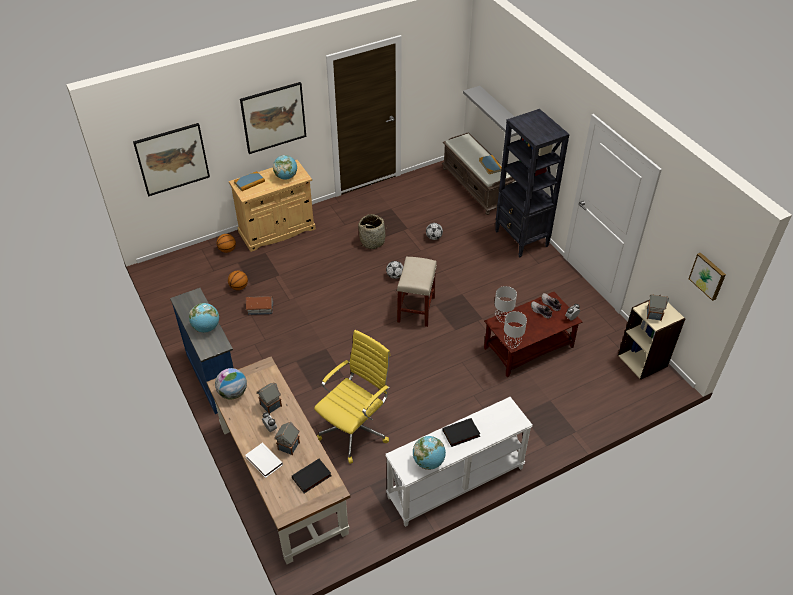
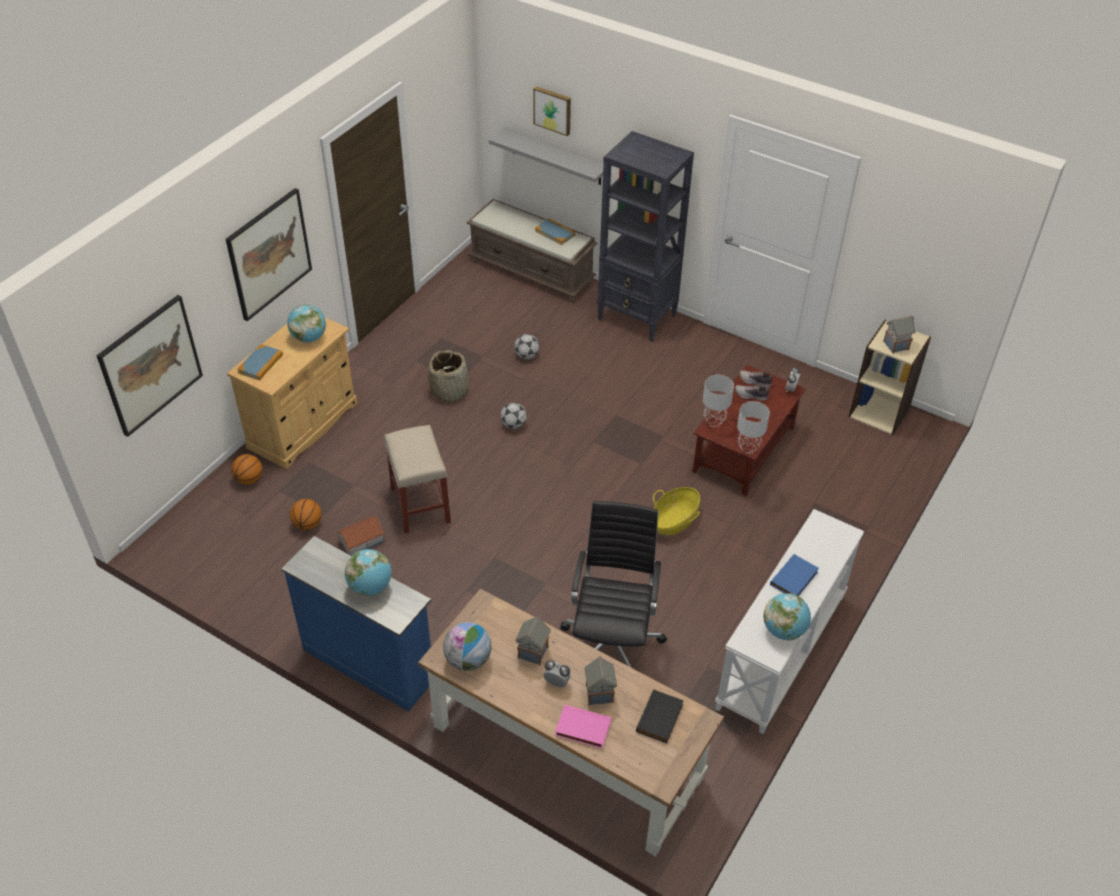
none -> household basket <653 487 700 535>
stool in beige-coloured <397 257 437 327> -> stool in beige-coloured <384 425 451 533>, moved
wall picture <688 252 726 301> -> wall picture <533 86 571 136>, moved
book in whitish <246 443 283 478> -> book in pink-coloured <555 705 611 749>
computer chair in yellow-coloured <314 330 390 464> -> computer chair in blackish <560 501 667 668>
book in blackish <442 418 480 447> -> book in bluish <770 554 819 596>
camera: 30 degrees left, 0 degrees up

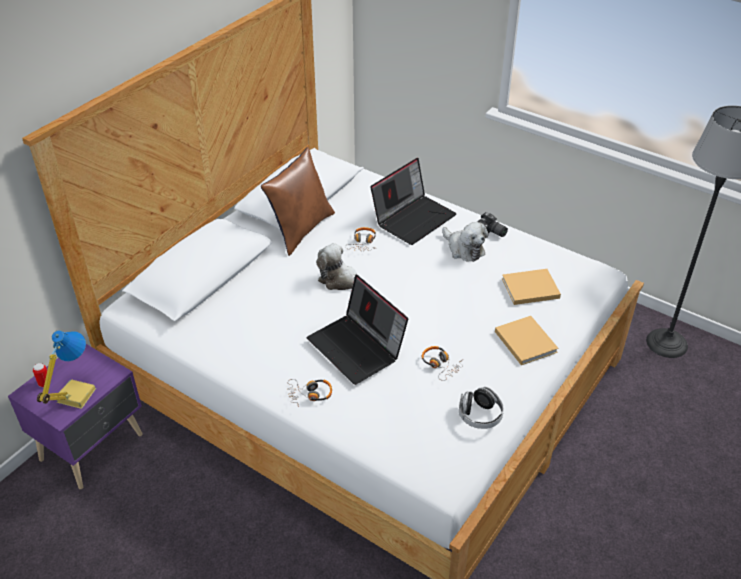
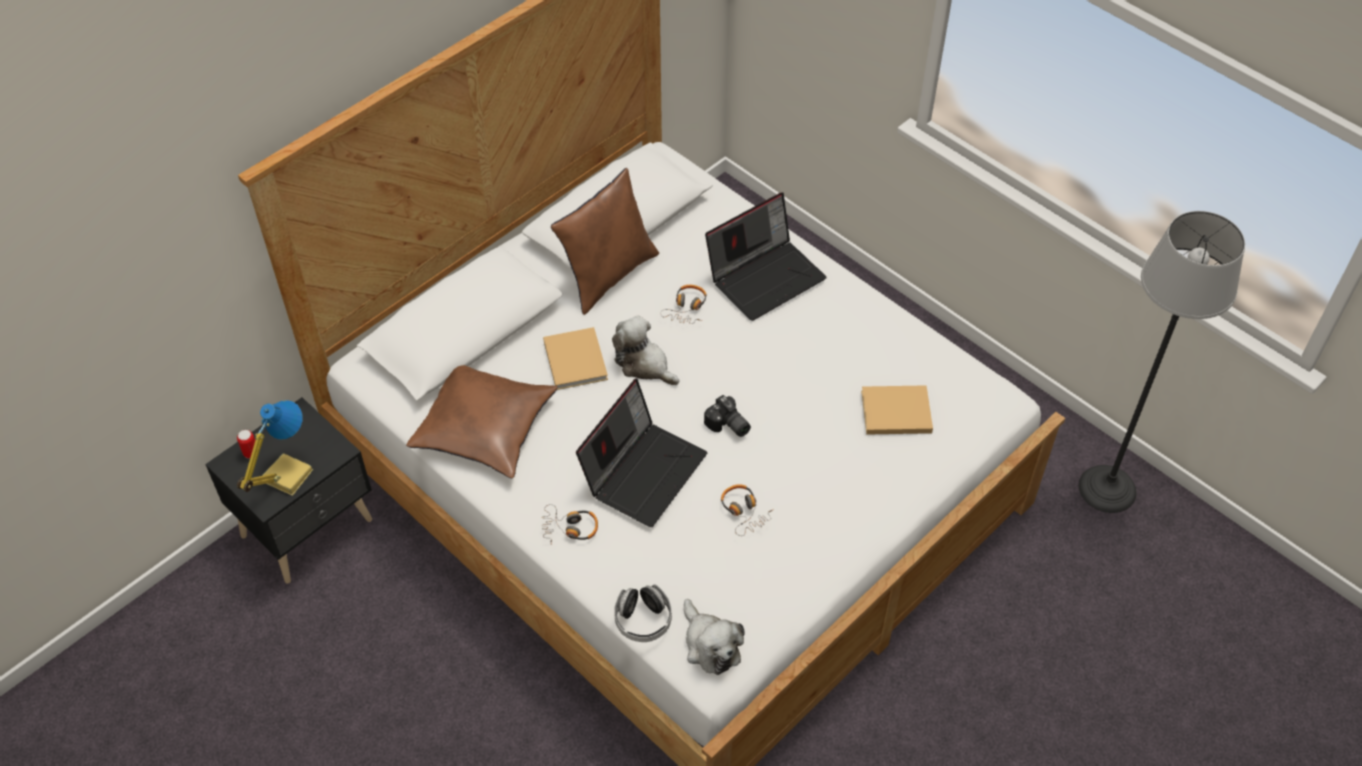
none -> cushion in brown-coloured <406 365 558 479>
cuddly toy <442 222 488 262> -> cuddly toy <684 599 745 675>, moved
pair of headphones <459 387 504 429> -> pair of headphones <614 584 672 642>, moved
still camera <477 212 508 237> -> still camera <704 395 751 437>, moved
book in beige-coloured <495 316 559 365> -> book in beige-coloured <543 327 608 390>, moved
night table in purple-coloured <8 344 143 489> -> night table in blackish <205 397 372 584>
notebook computer <307 275 408 385> -> notebook computer <576 378 707 527>, 120 degrees counterclockwise
camera: 10 degrees right, 10 degrees up

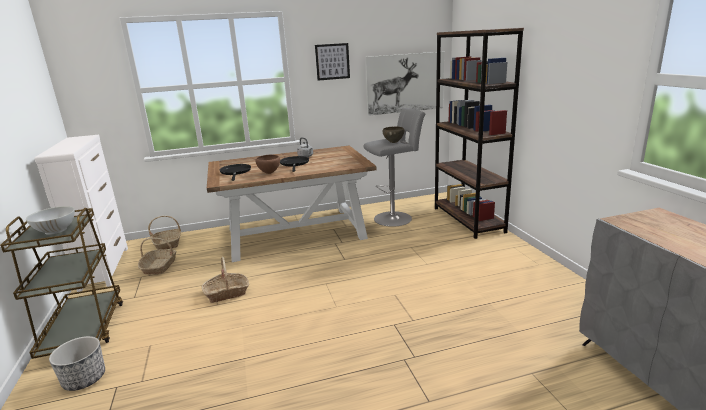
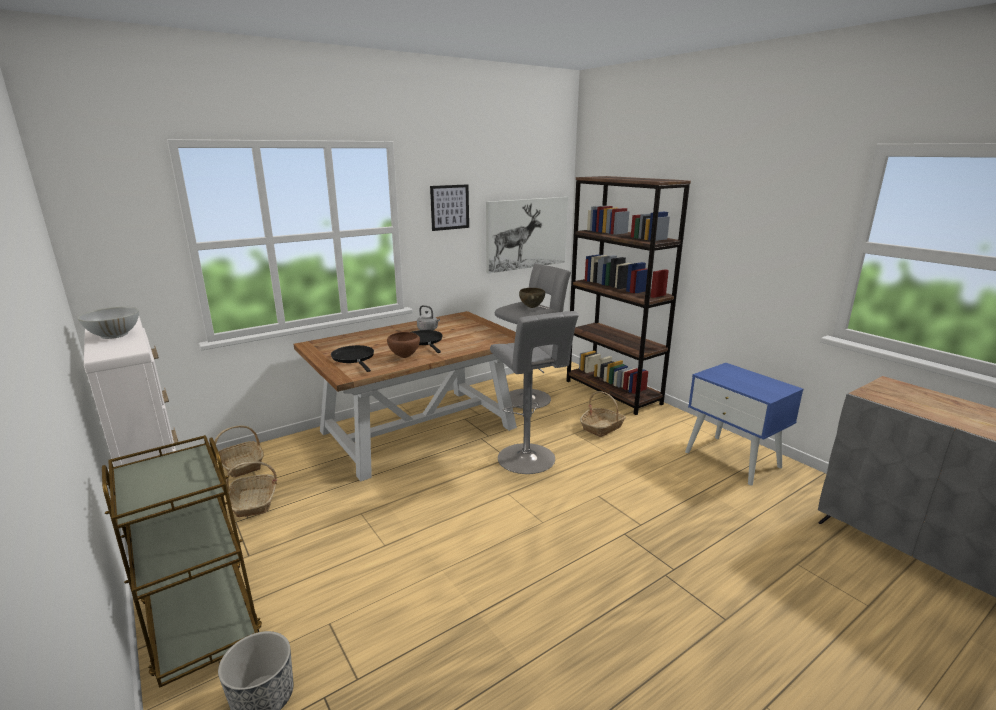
none -> stool in greyish <490 311 579 474>
none -> night table in bluish <685 363 803 486>
bowl in whitish <26 206 75 235> -> bowl in whitish <77 307 139 339>, moved
household basket <202 257 250 303> -> household basket <580 391 626 437>, moved
camera: 20 degrees left, 0 degrees up

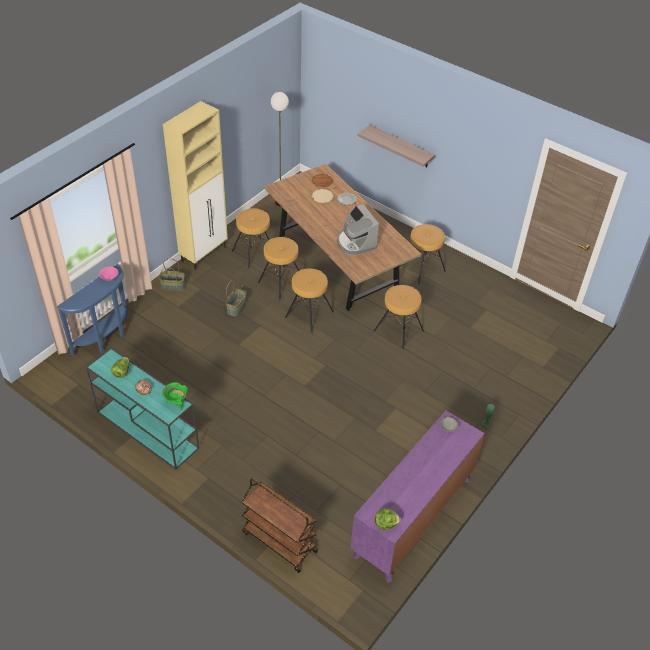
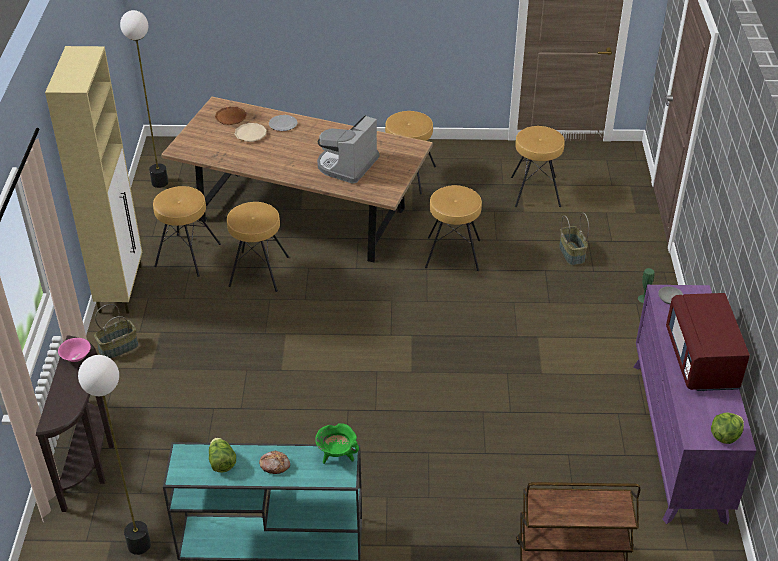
wall shelf <358 125 435 168> -> none
none -> floor lamp <78 355 151 555>
none -> microwave oven in red-coloured <666 293 750 391>
household basket <226 280 247 317> -> household basket <559 213 589 265>, moved
stool in brown-coloured <285 269 334 333> -> stool in brown-coloured <511 126 565 207>, moved
narrow table in bluish <57 264 128 357> -> narrow table in brown-coloured <36 335 114 512>
coffee maker <337 204 379 255> -> coffee maker <317 115 379 184>, 90 degrees clockwise
camera: 35 degrees left, 5 degrees down

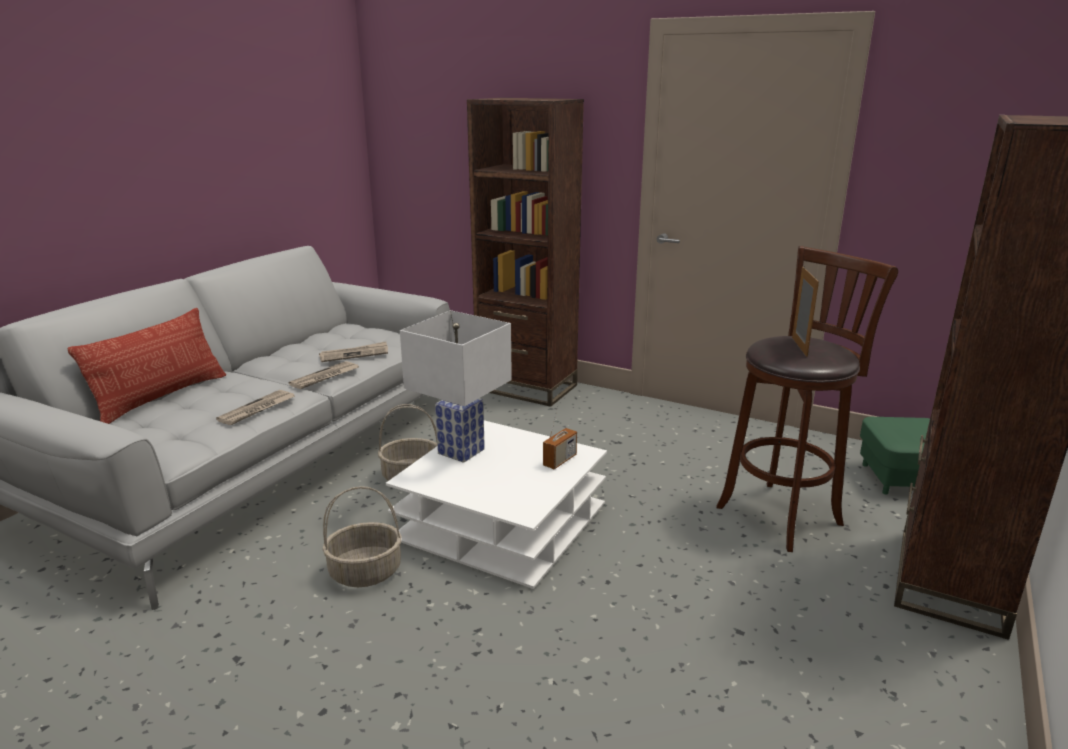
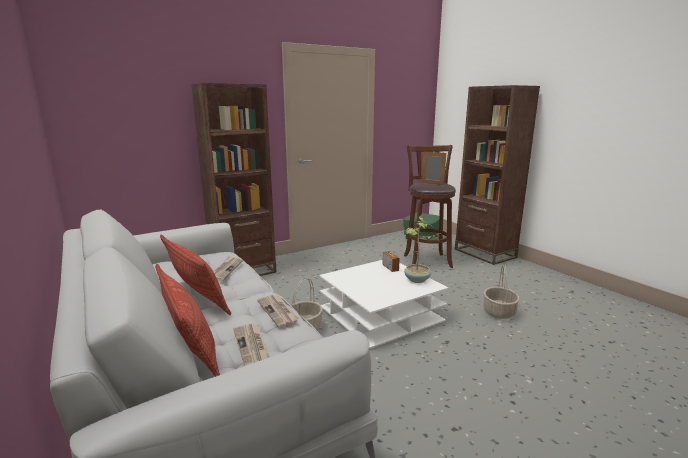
tabletop lamp in whitish <400 310 512 463> -> none
none -> cushion <160 234 231 315>
none -> houseplant <404 216 443 283>
daily paper <289 361 359 389> -> daily paper <233 323 270 366>, moved
household basket <322 486 402 587> -> household basket <483 264 520 319>, moved
camera: 60 degrees left, 5 degrees down

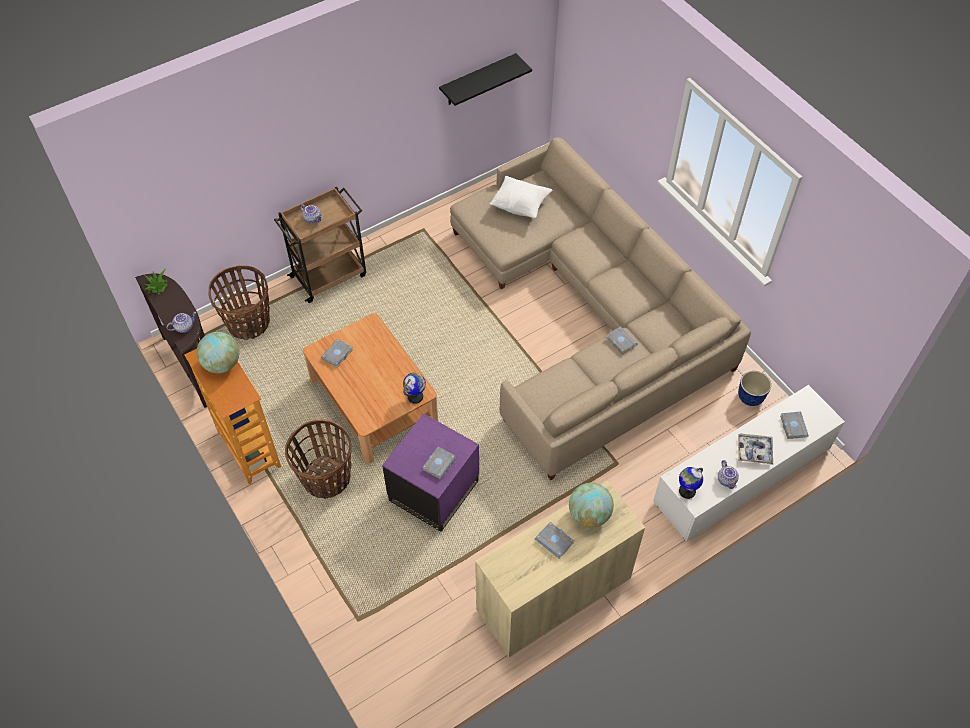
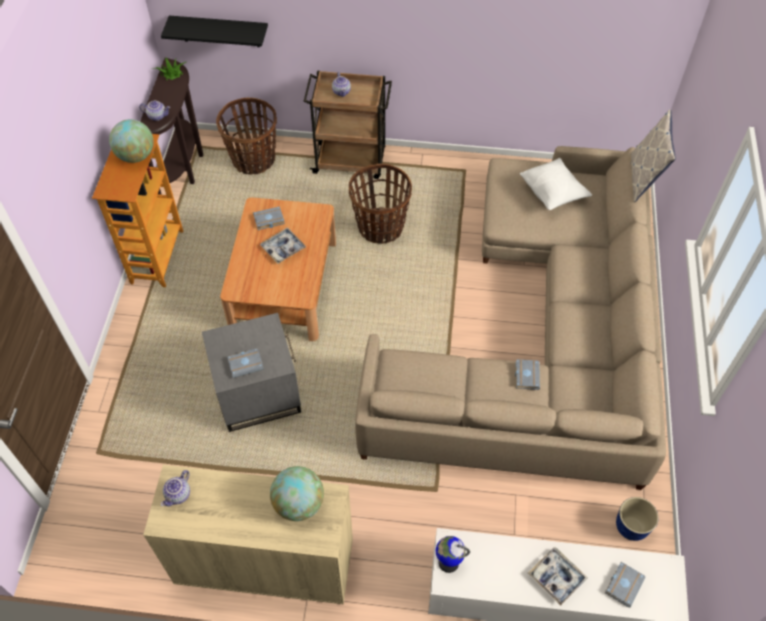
world globe <403 373 426 404> -> none
book in greyish <535 522 574 559> -> none
none -> tray <260 227 306 264>
none -> cushion <631 109 676 202>
household basket <285 420 352 499> -> household basket <349 164 412 244>, moved
wall shelf in blackish <439 53 532 106> -> wall shelf in blackish <161 16 268 47>, moved
pot for tea <718 460 739 489> -> pot for tea <161 470 190 506>, moved
side table in purple-coloured <382 413 479 532> -> side table in greyish <202 313 301 432>
camera: 40 degrees right, 0 degrees up

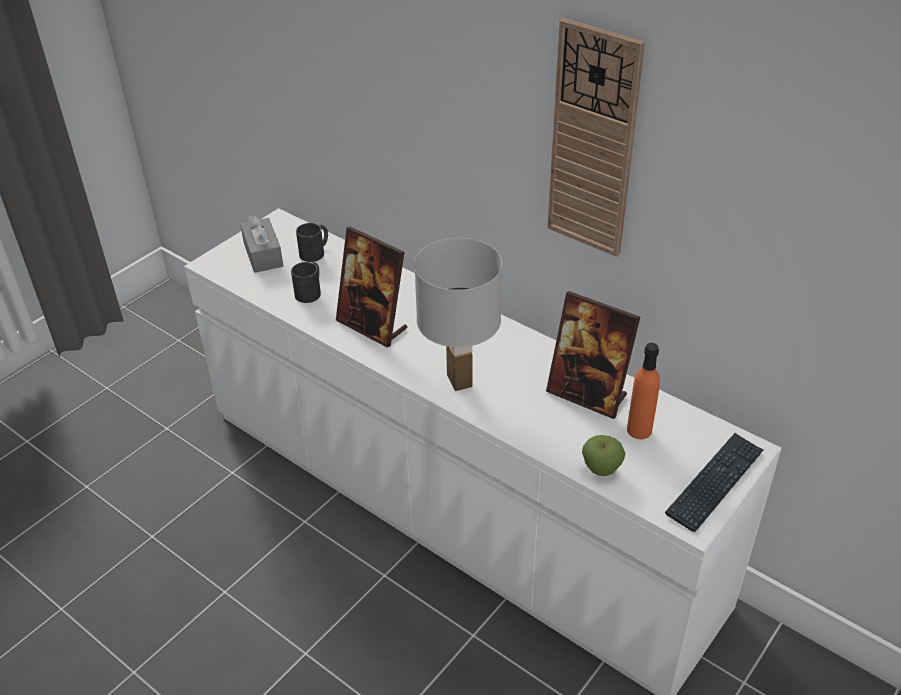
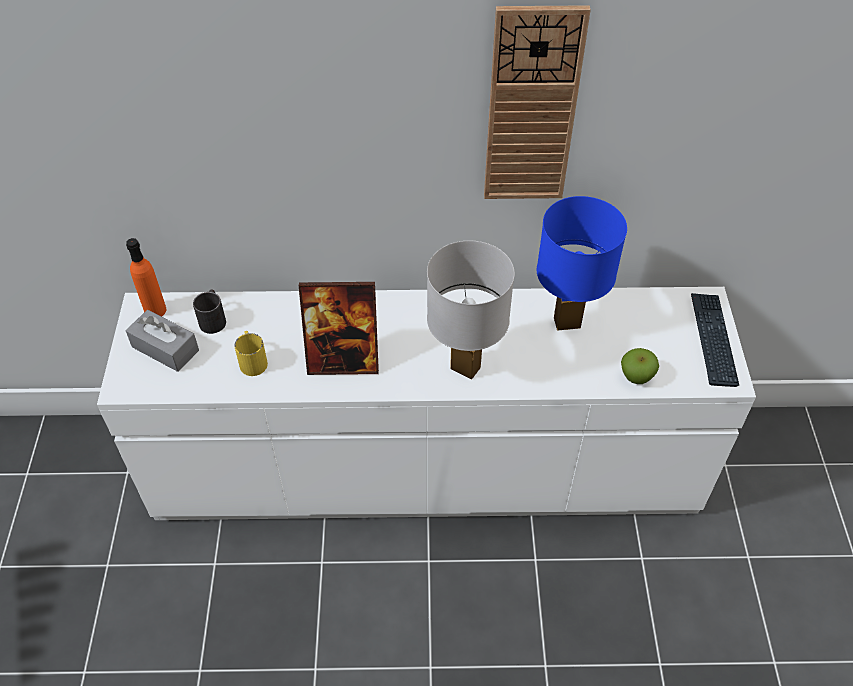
drink bottle in orange <627 343 660 439> -> drink bottle in orange <126 238 166 317>, moved
standing frame <546 291 640 419> -> tabletop lamp in bluish <537 196 627 331>
mug in blackish <291 262 321 303> -> mug in yellow-coloured <234 331 268 376>
camera: 40 degrees left, 10 degrees up

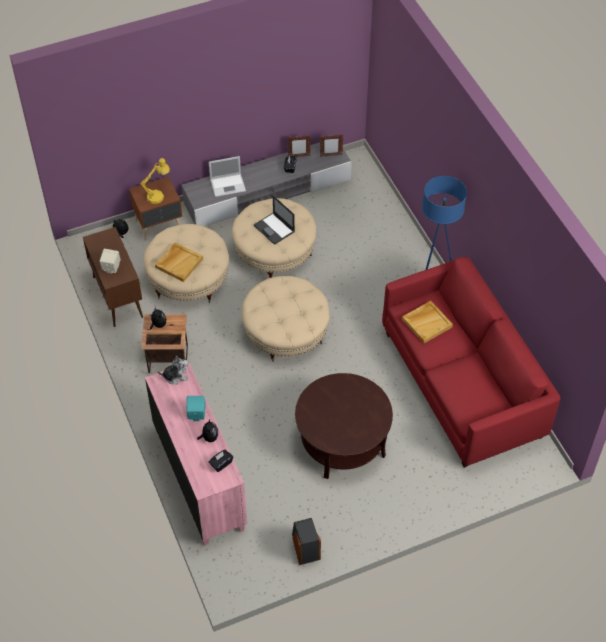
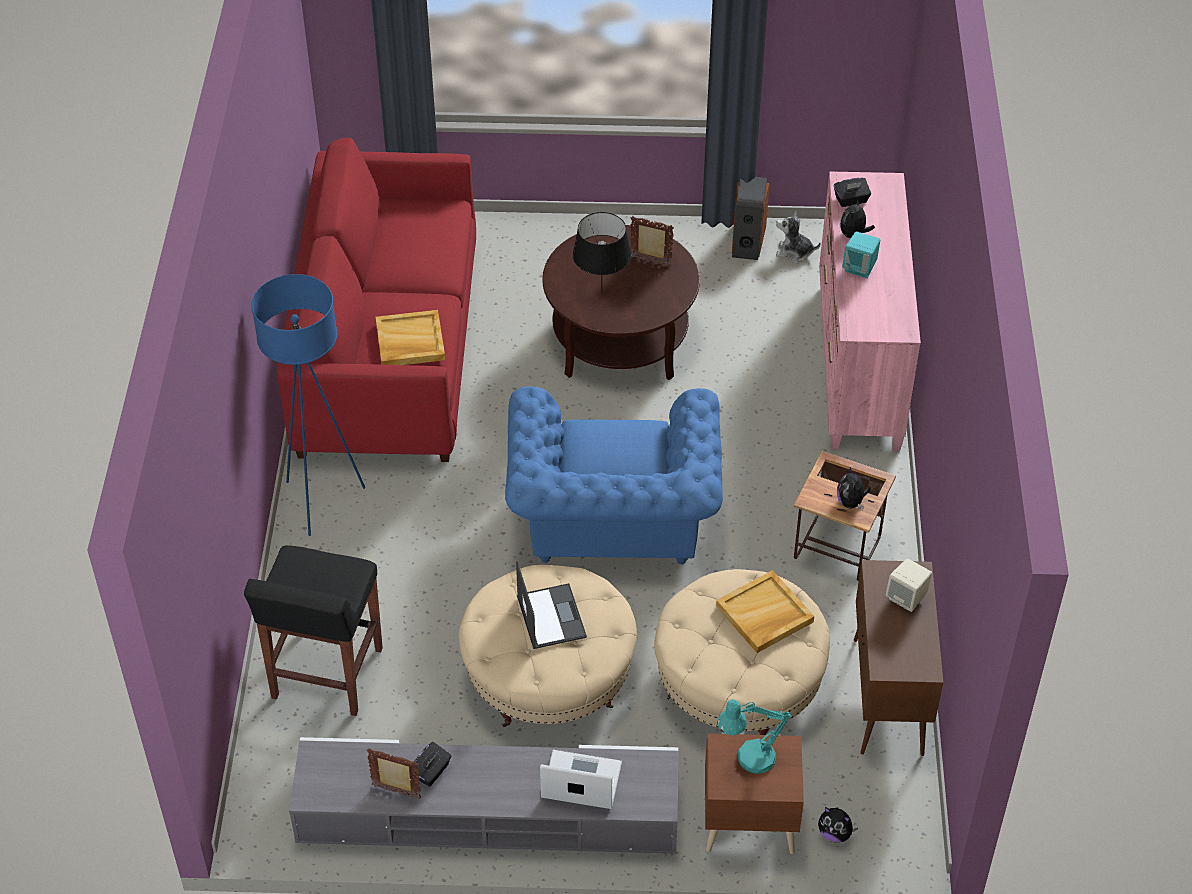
none -> stool in blackish <244 545 383 716>
none -> tabletop lamp in blackish <573 212 631 293>
cuddly toy <158 355 188 385> -> cuddly toy <776 211 821 262>, moved
standing frame <320 135 343 157> -> standing frame <630 216 674 266>, moved
pouffe in beige-coloured <242 276 330 362> -> easy chair in bluish <505 387 723 564>
tabletop lamp in yellow-coloured <140 158 170 204> -> tabletop lamp in turquoise <717 699 792 774>
camera: 155 degrees left, 5 degrees down

